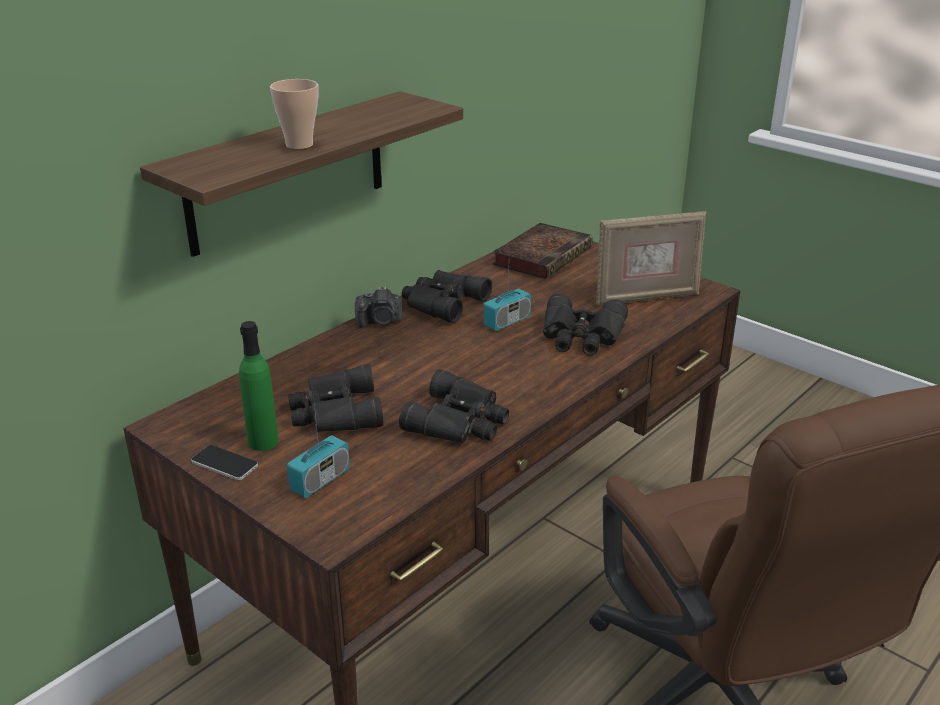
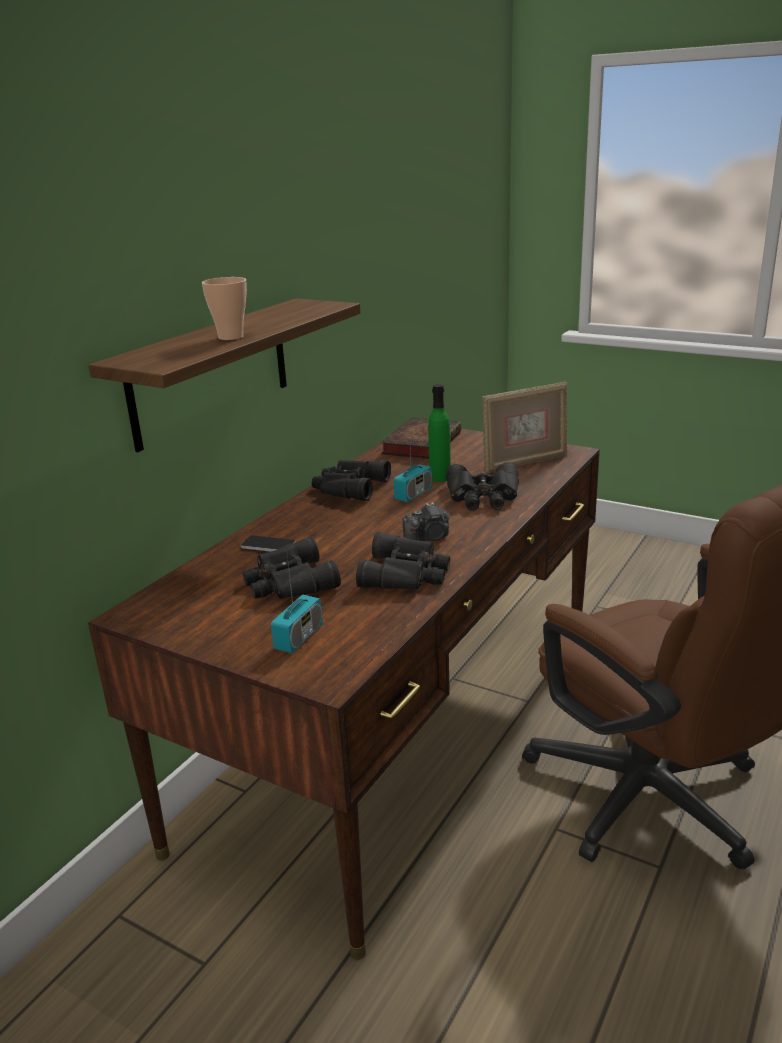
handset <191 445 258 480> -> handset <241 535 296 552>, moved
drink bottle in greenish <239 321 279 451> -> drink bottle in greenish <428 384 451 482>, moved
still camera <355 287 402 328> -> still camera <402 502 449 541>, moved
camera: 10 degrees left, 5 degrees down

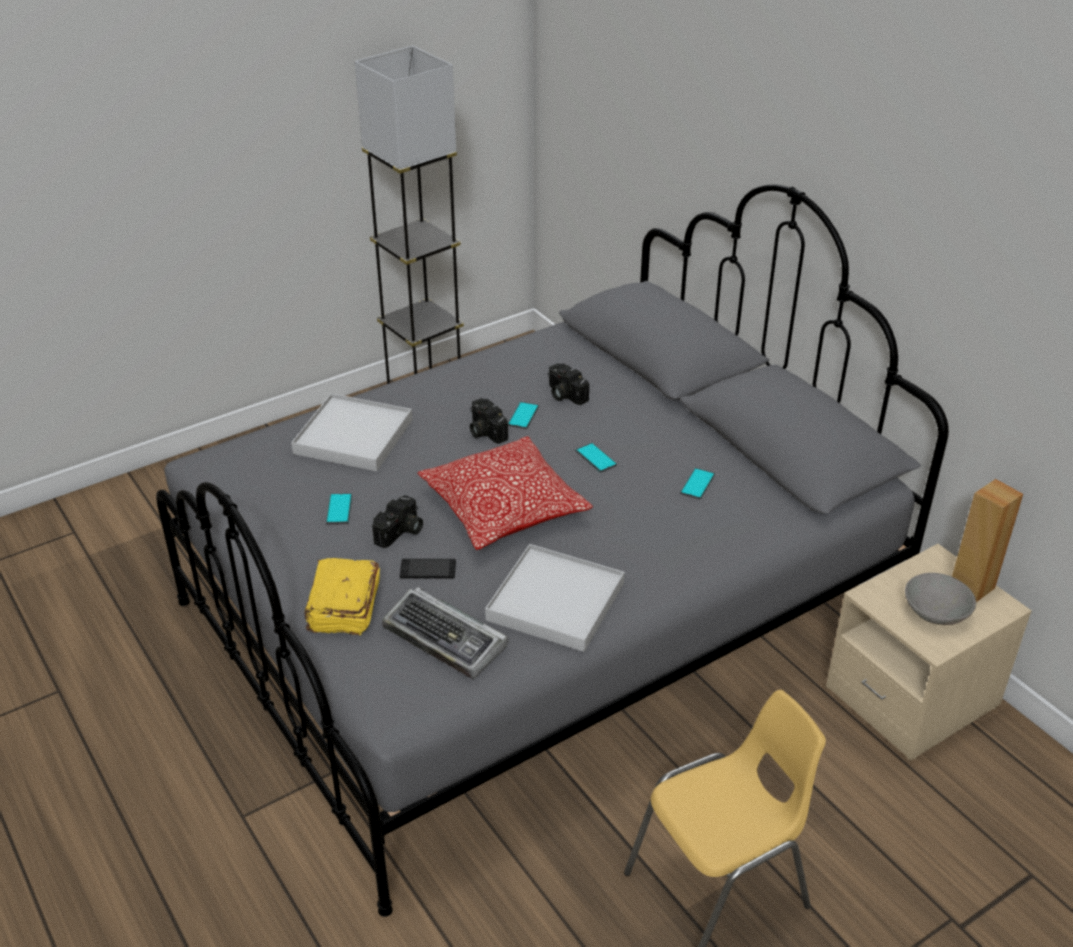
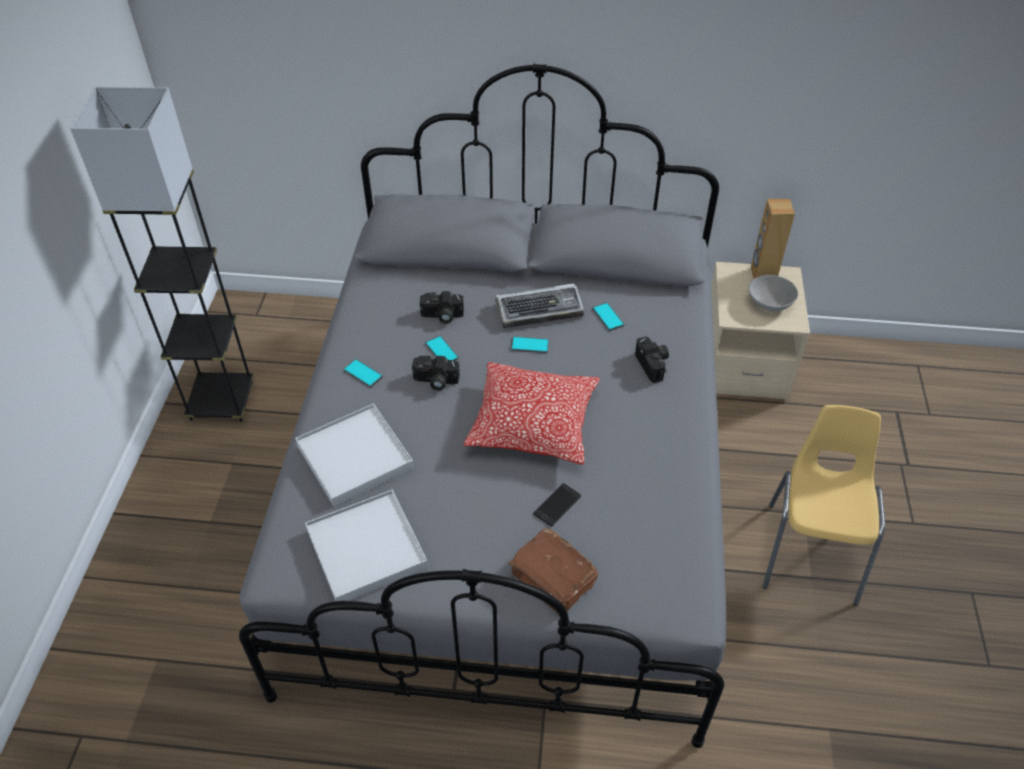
handset <326 493 352 525> -> handset <344 359 383 388>, moved
still camera <372 495 423 548> -> still camera <635 336 669 383>, moved
computer keyboard <382 587 508 679> -> computer keyboard <495 283 584 328>, moved
tray in whitish <485 544 625 652> -> tray in whitish <305 490 428 601>, moved
book in yellow-coloured <305 558 380 635> -> book in brown-coloured <508 528 598 616>
camera: 50 degrees left, 10 degrees up

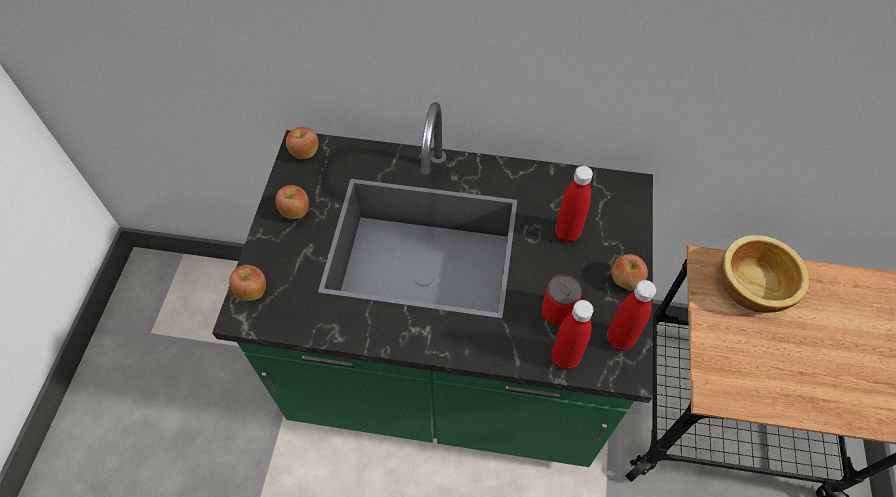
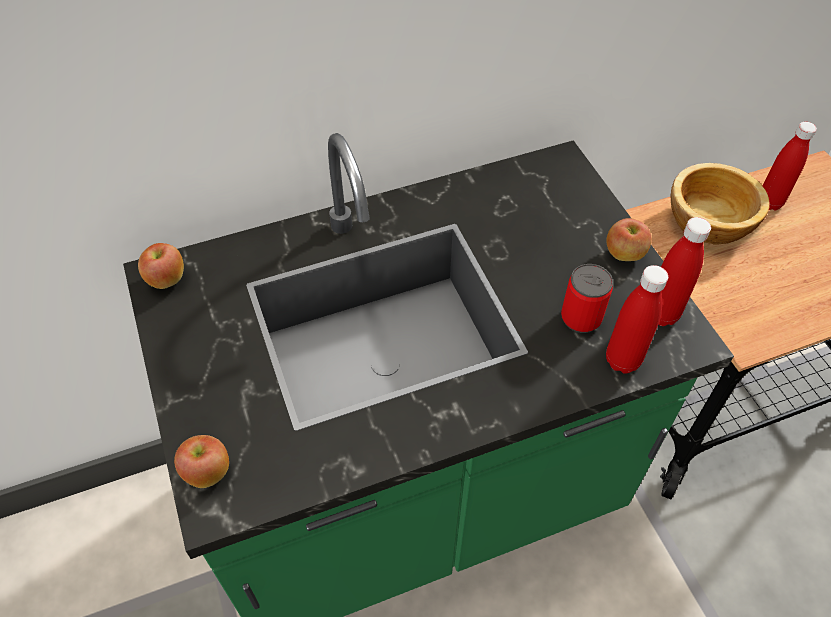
whole apple <275 185 309 219> -> none
drink bottle in red-coloured <555 166 593 243> -> drink bottle in red-coloured <763 122 817 211>, moved
camera: 30 degrees left, 5 degrees down

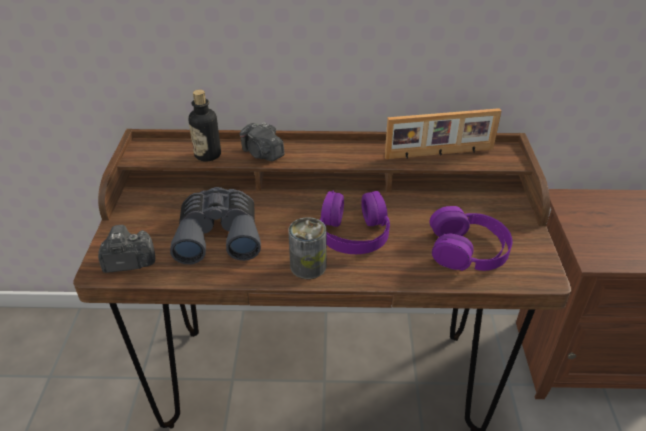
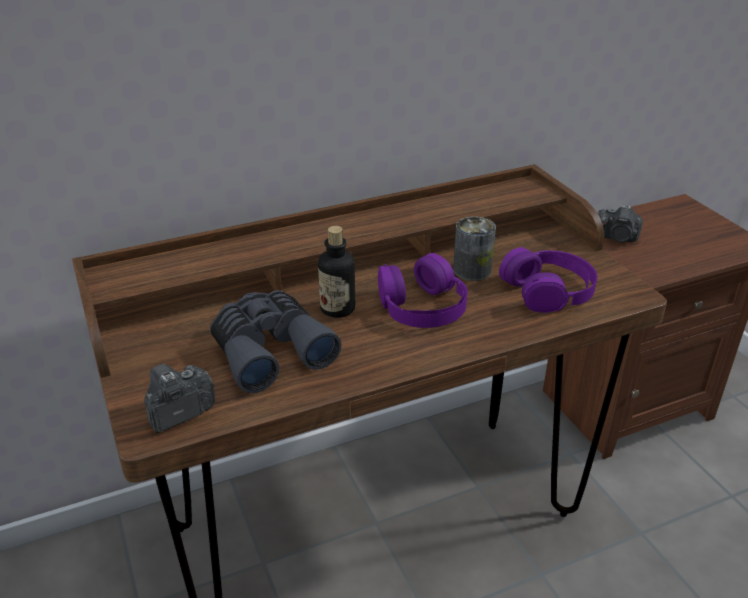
standing frame <385 108 501 159> -> none
drink bottle <188 90 221 161> -> drink bottle <318 226 355 318>, moved
still camera <240 122 284 161> -> still camera <597 205 643 242>, moved
sealed can <288 217 327 279> -> sealed can <453 217 496 281>, moved
camera: 25 degrees left, 5 degrees down

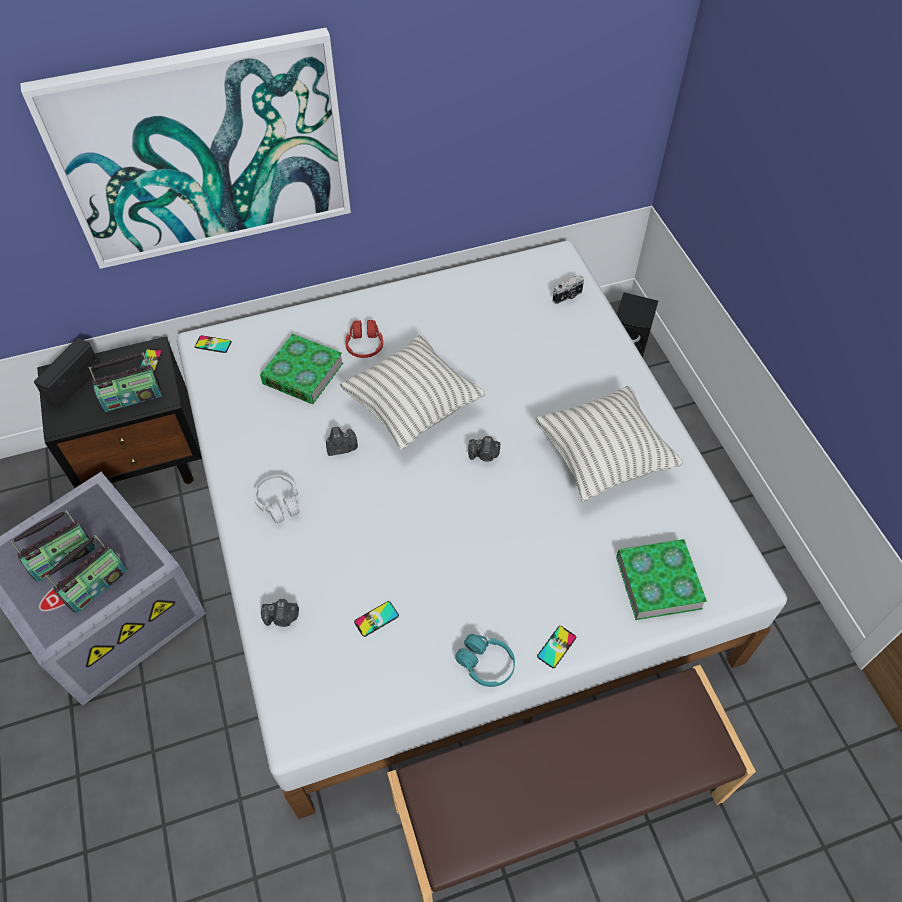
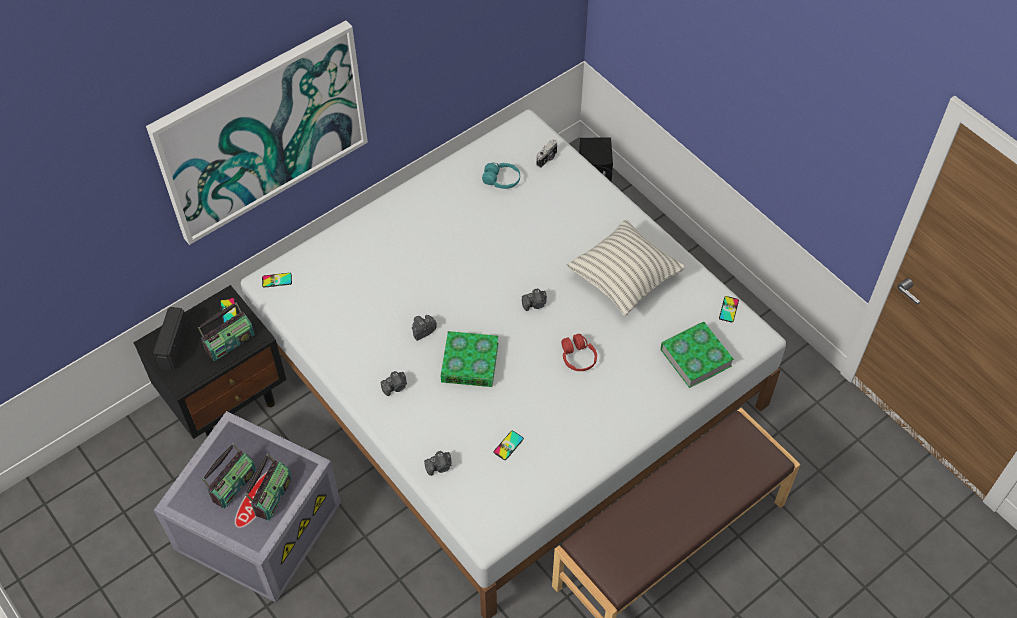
cushion <340 334 485 450> -> none
book <260 334 343 404> -> book <441 331 498 387>, moved
pair of headphones in red-coloured <345 320 383 358> -> pair of headphones in red-coloured <561 334 597 371>, moved
pair of headphones in turquoise <455 634 515 687> -> pair of headphones in turquoise <482 163 520 189>, moved
handset <537 626 576 668> -> handset <719 296 739 323>, moved
pair of headphones in whitish <254 475 300 523> -> still camera <380 371 407 396>
camera: 20 degrees left, 0 degrees up

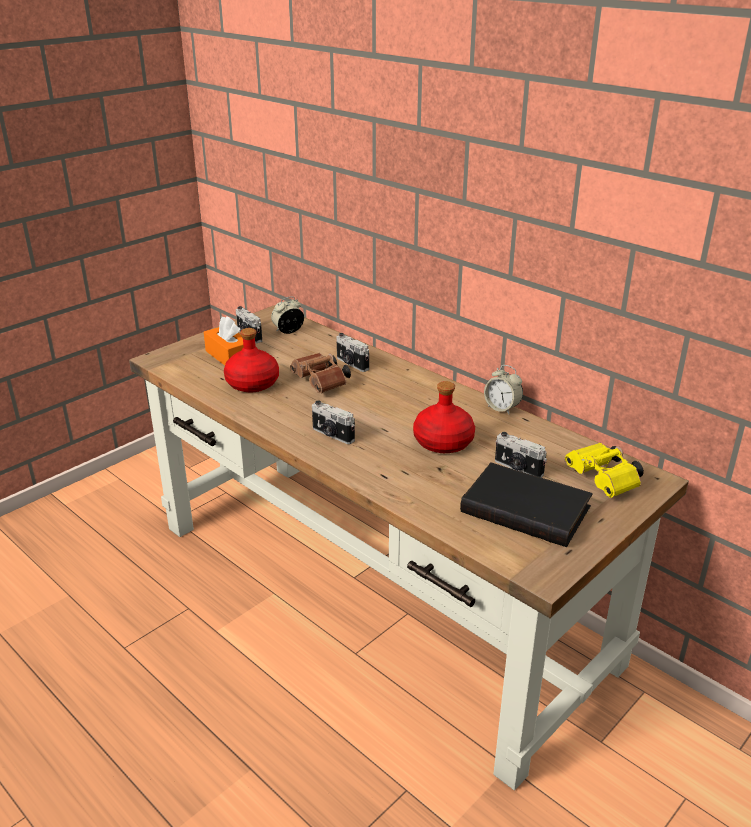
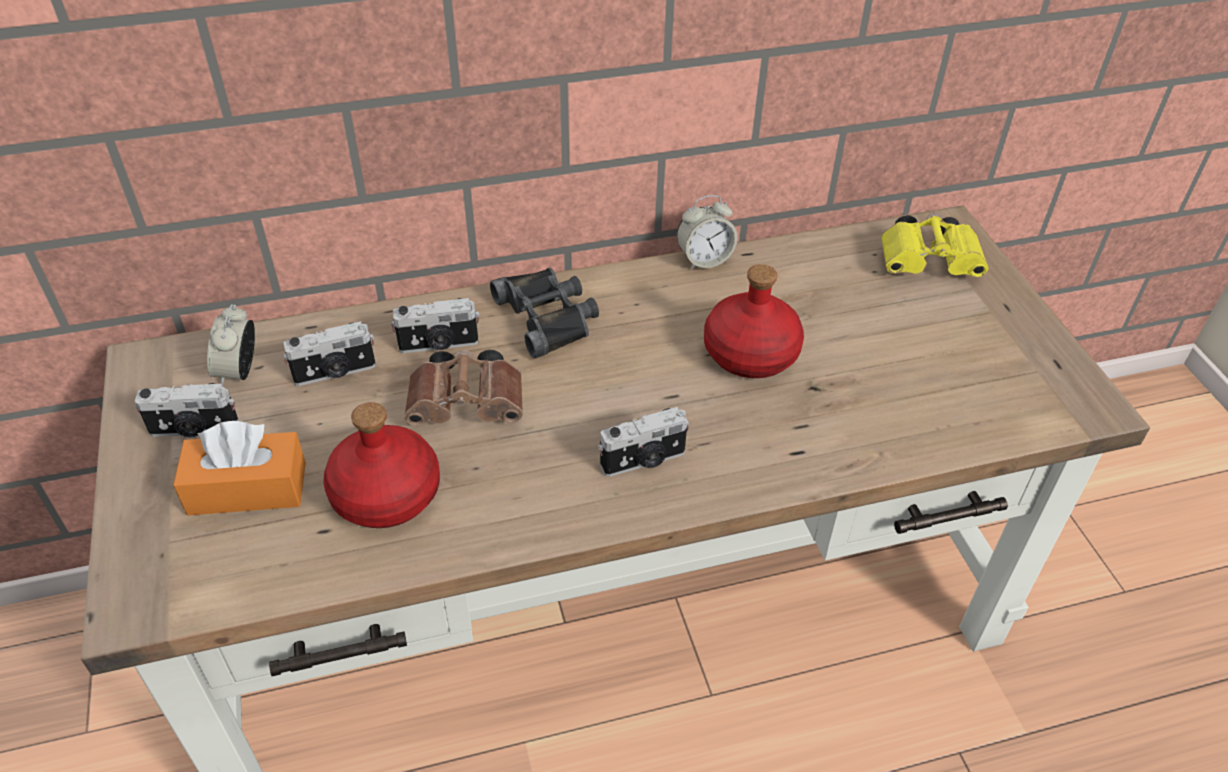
book in blackish <460 462 593 547> -> none
none -> field glasses in blackish <490 267 599 359>
still camera <495 432 547 478> -> still camera <283 321 376 386>, moved
camera: 60 degrees left, 15 degrees up

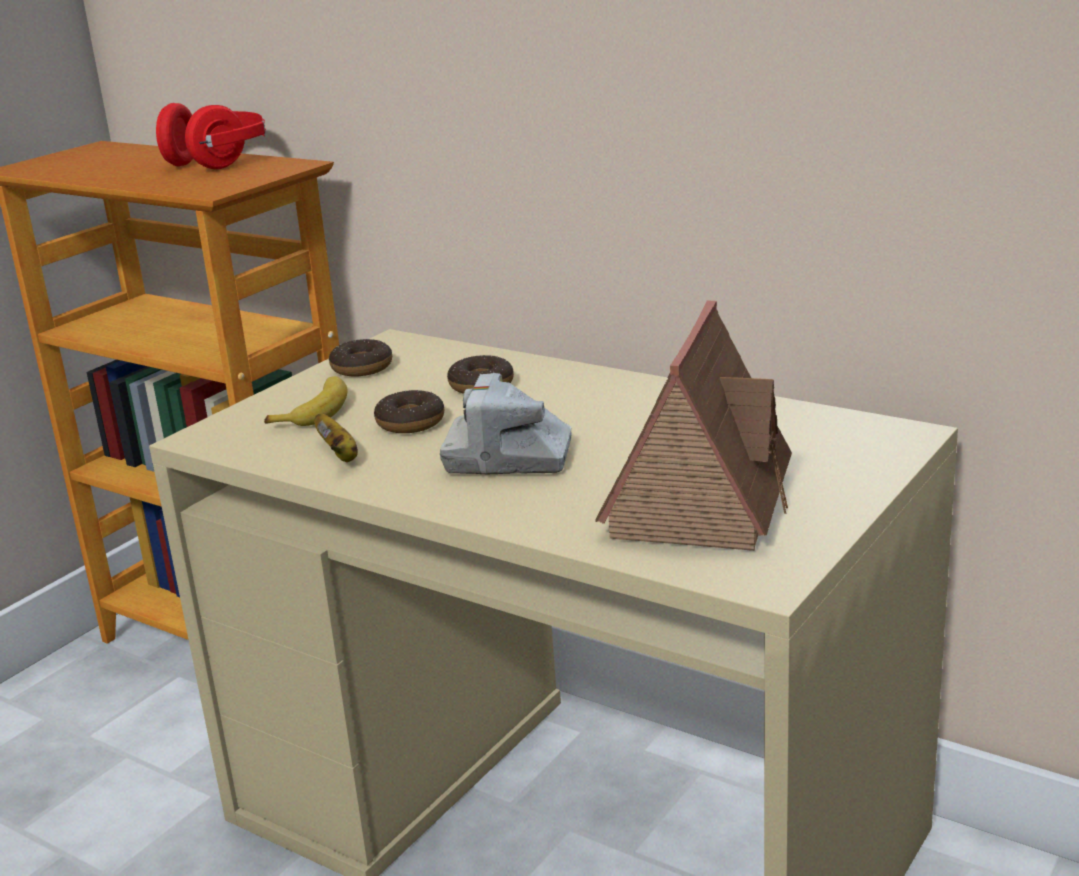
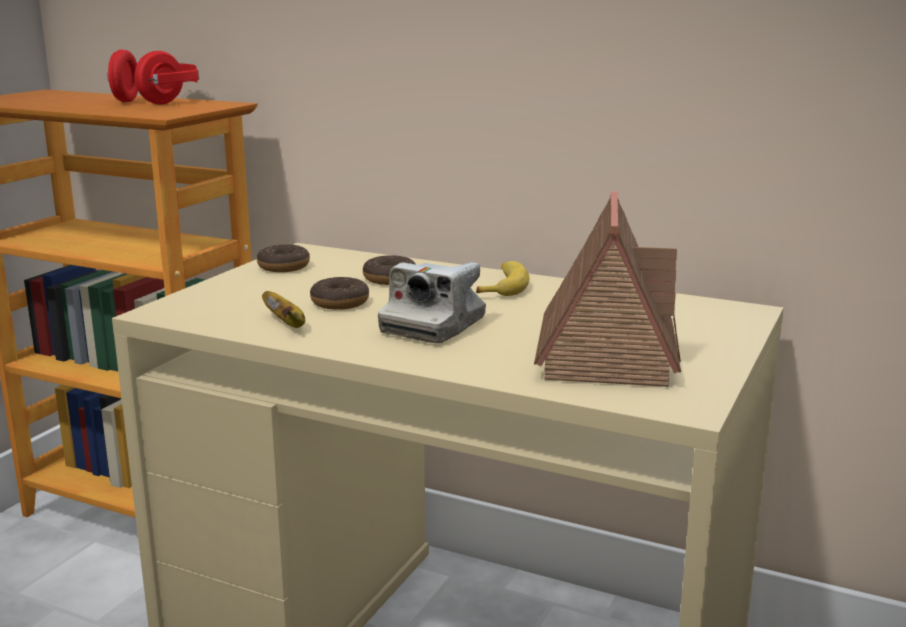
whole banana <264 376 348 426> -> whole banana <476 261 529 296>, moved
still camera <440 373 571 474> -> still camera <378 262 486 343>, 60 degrees counterclockwise
camera: 10 degrees left, 5 degrees down

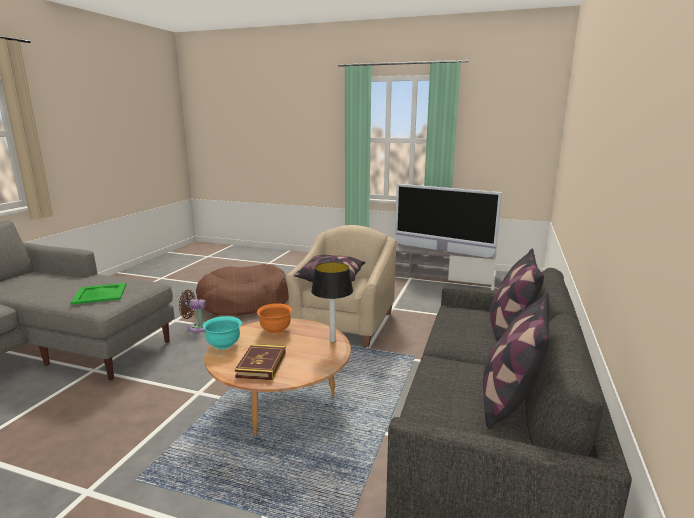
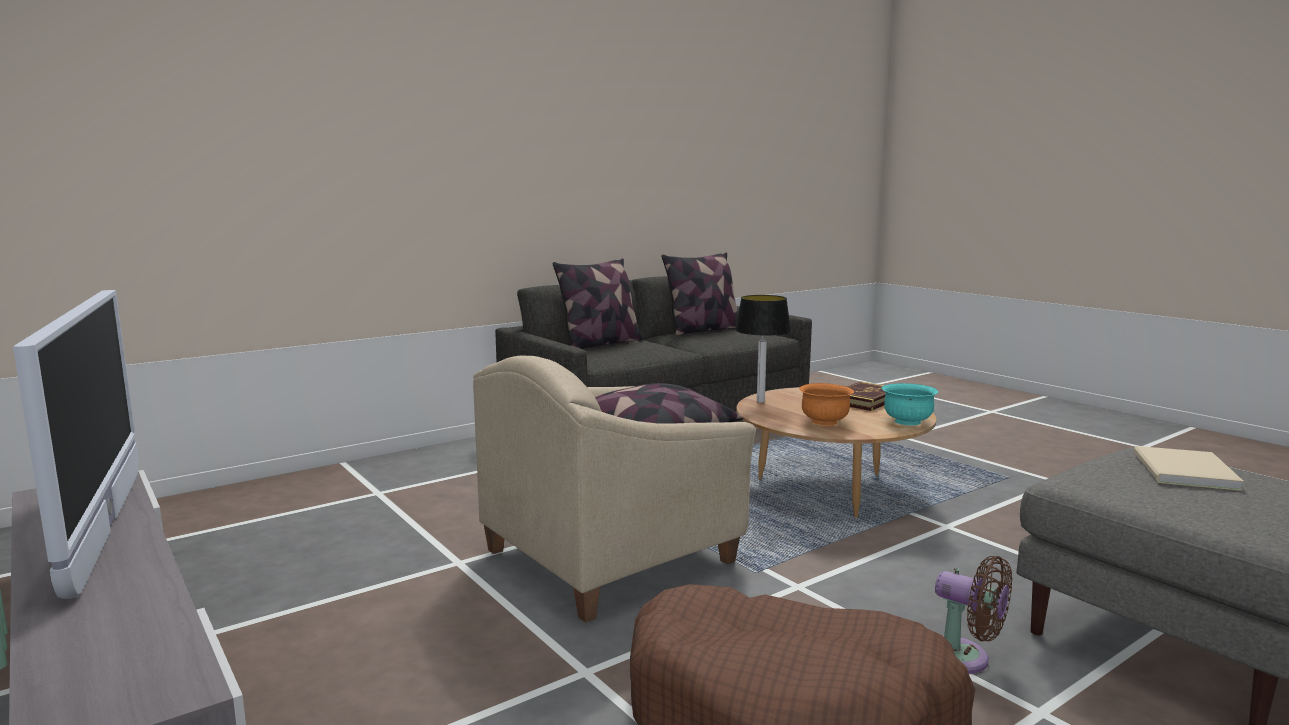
tray in greenish <70 283 126 305> -> book in beige-coloured <1134 446 1244 491>
camera: 145 degrees left, 5 degrees down

